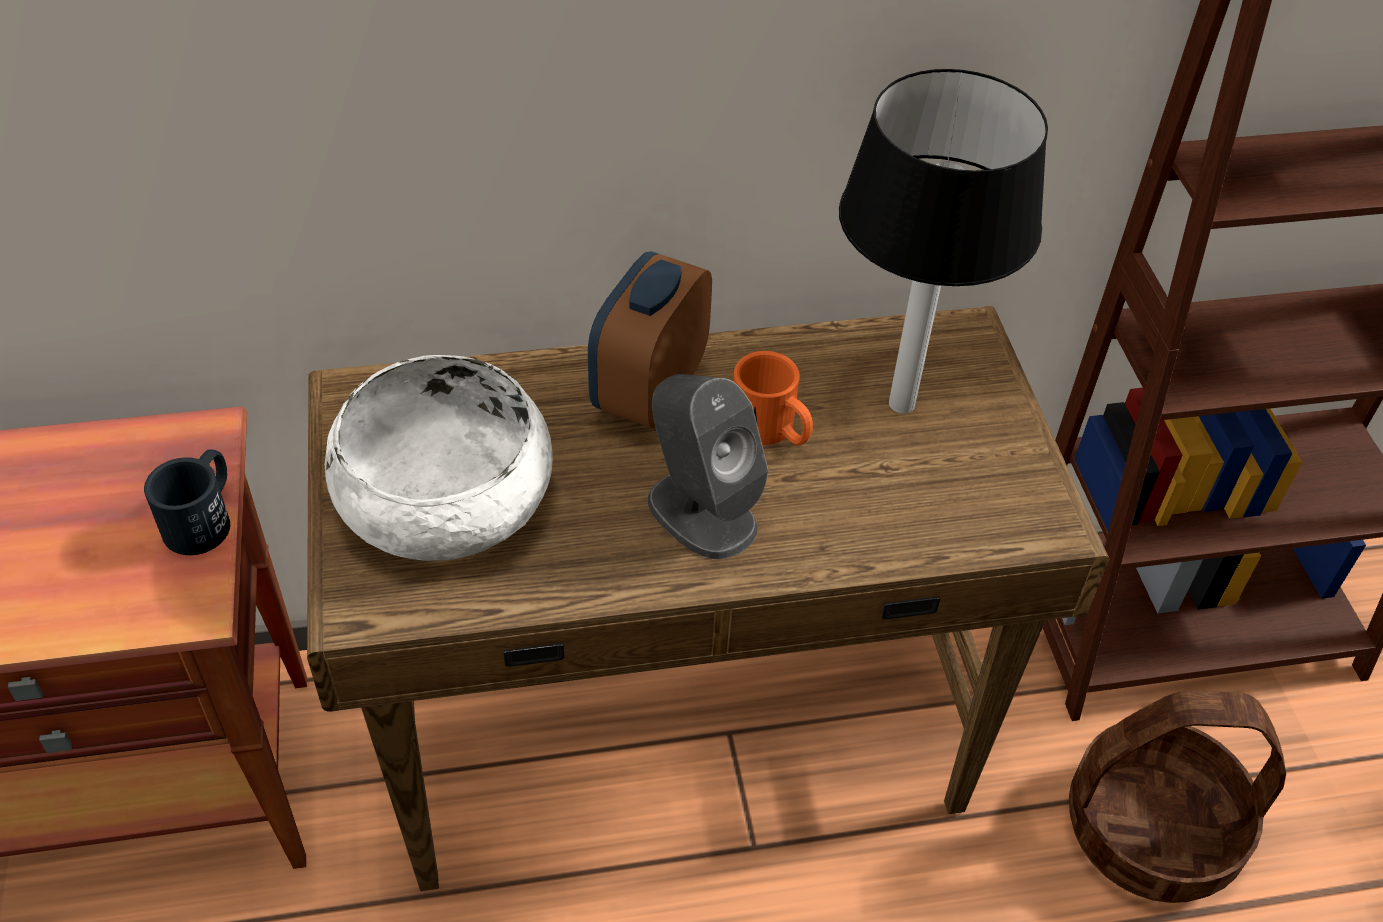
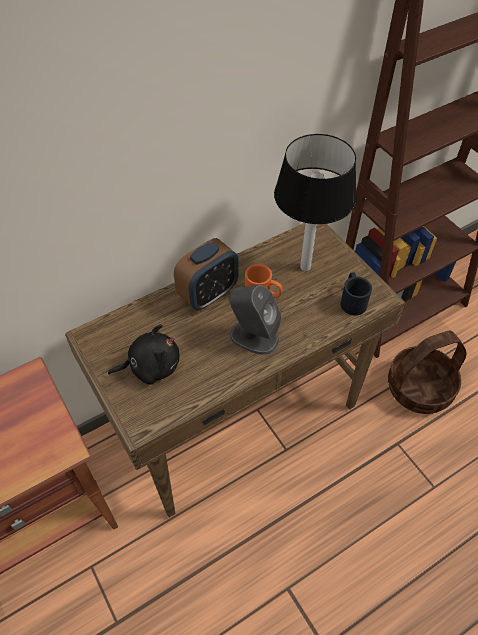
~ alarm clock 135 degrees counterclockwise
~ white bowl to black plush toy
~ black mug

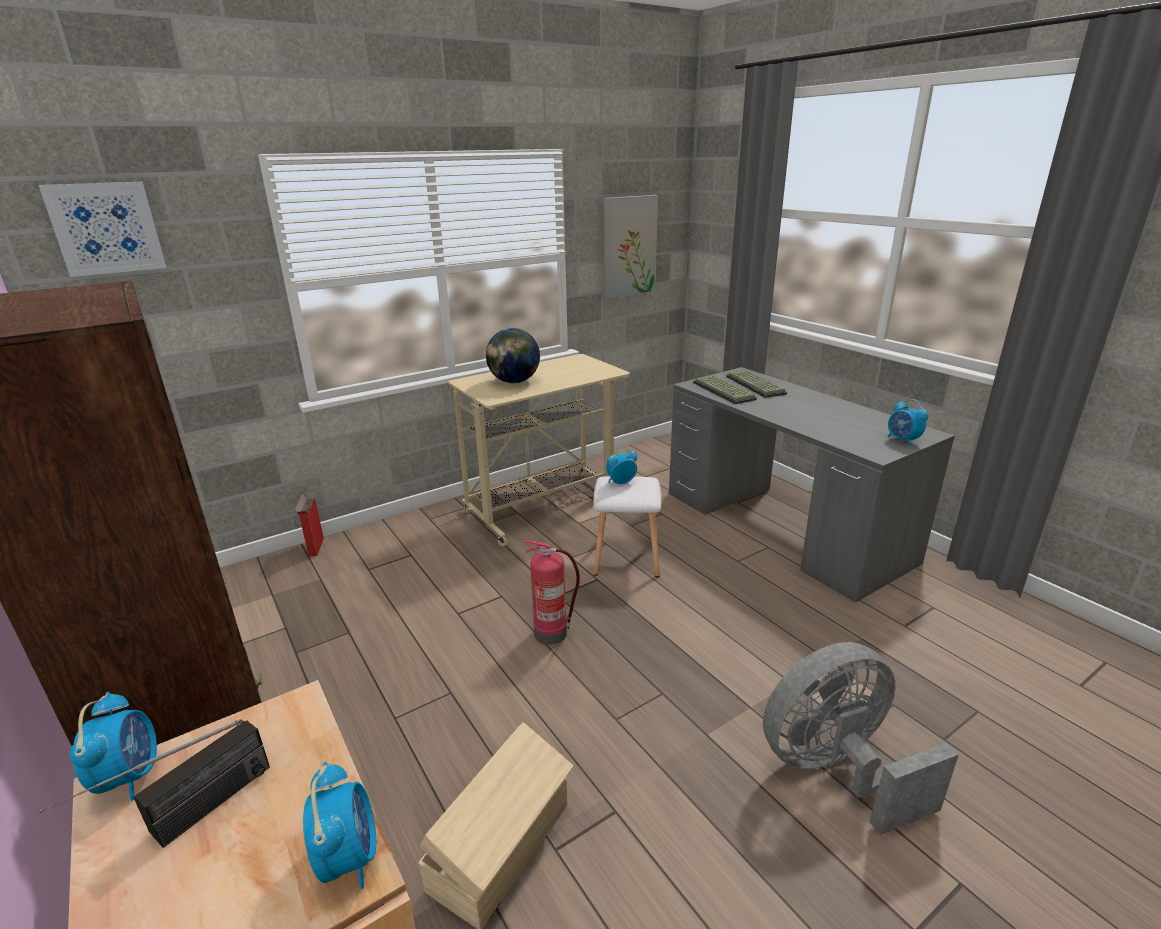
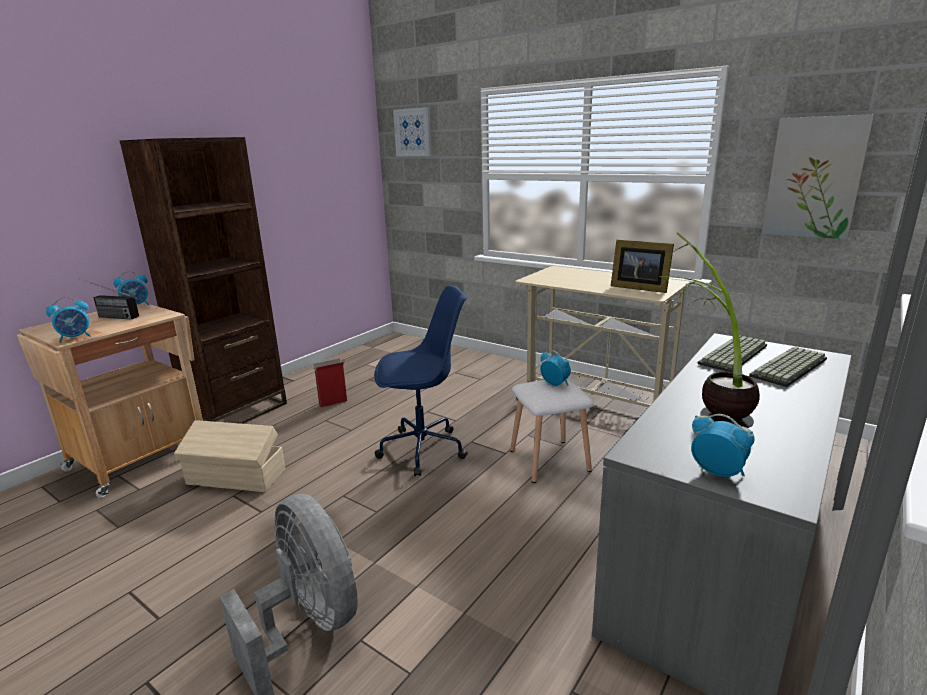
- globe
~ alarm clock (no. 4 from left) 90 degrees clockwise
~ cardboard box
~ fire extinguisher to blue office chair
+ potted plant
+ picture frame

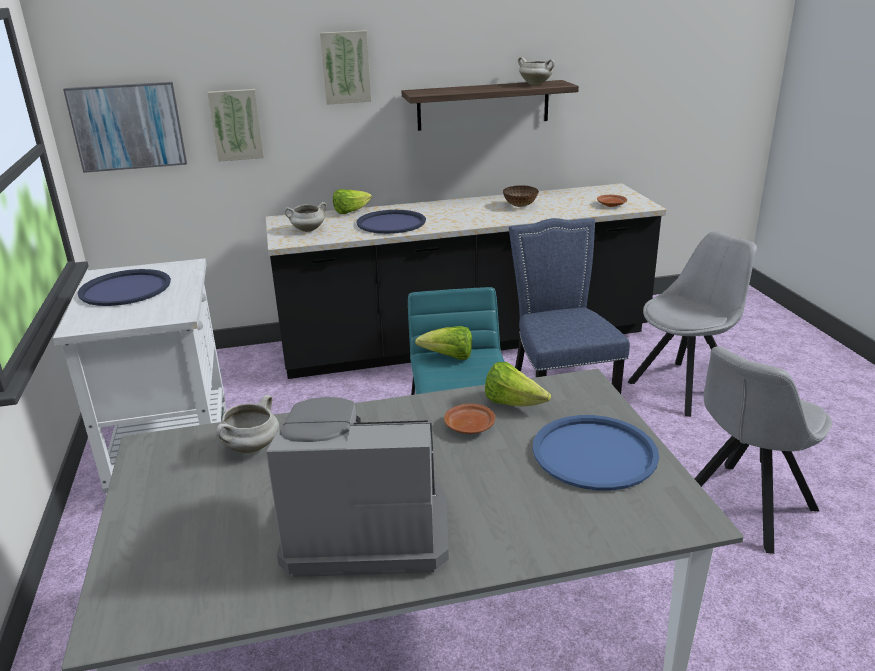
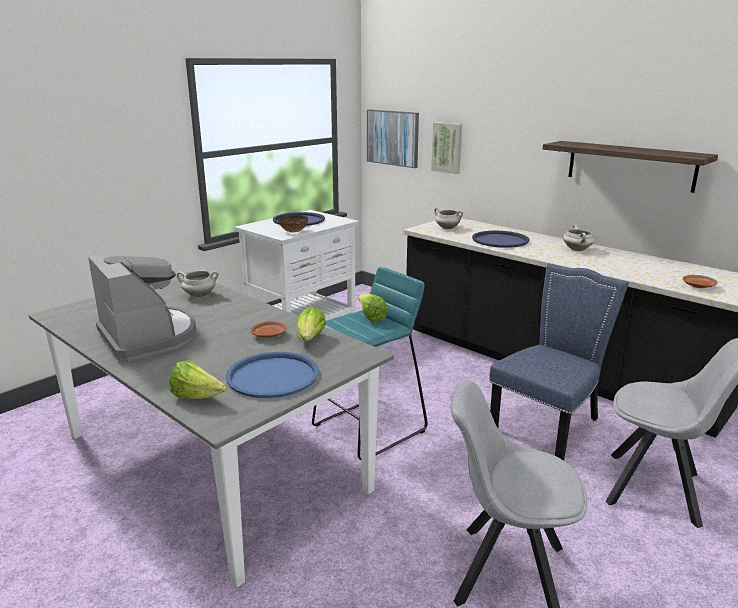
- picture (no. 3 from left)
~ white cooking pot (no. 3 from left)
~ bowl
~ lettuce (no. 1 from left)

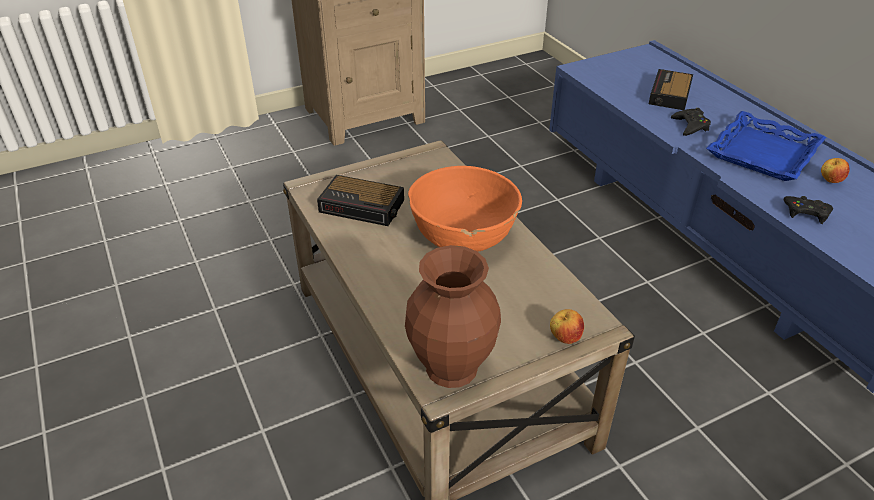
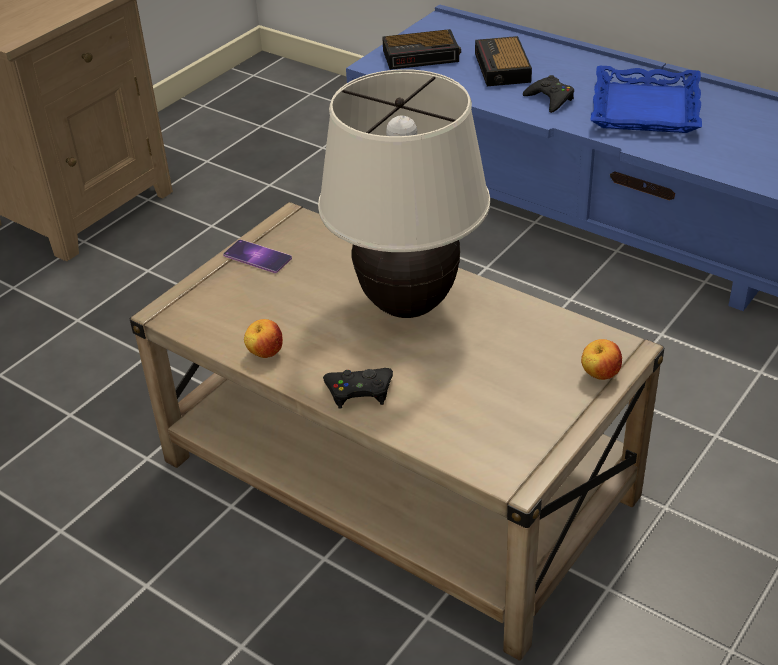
~ apple (no. 2 from left in the first image) to apple (no. 1 from left)
~ orange bowl to beige table lamp
~ alarm clock (no. 1 from left)
~ black game controller (no. 2 from left in the first image) to black game controller (no. 1 from left)
- brown vase
+ phone

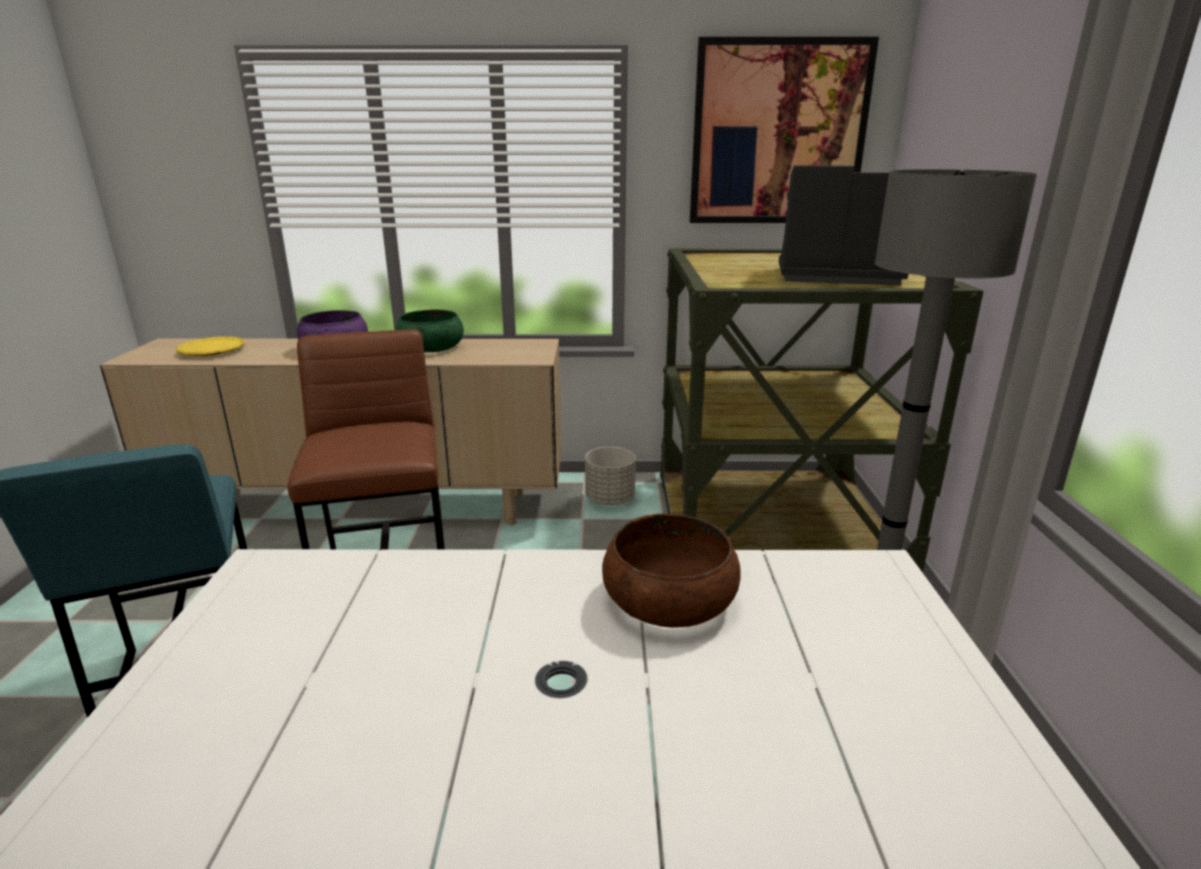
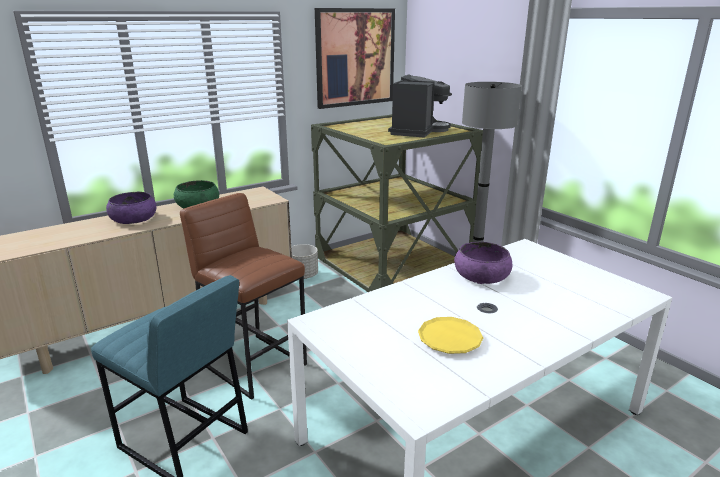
~ coffee machine 135 degrees clockwise
~ yellow plate
~ brown bowl to purple bowl (no. 2 from left)

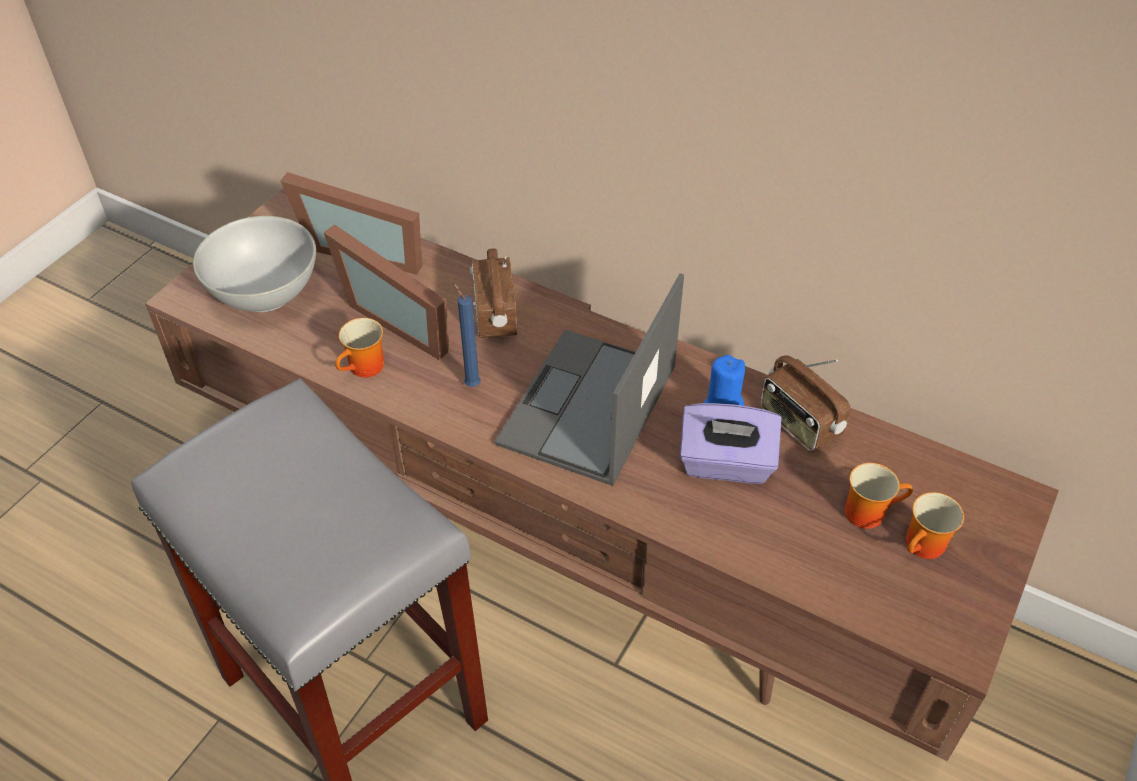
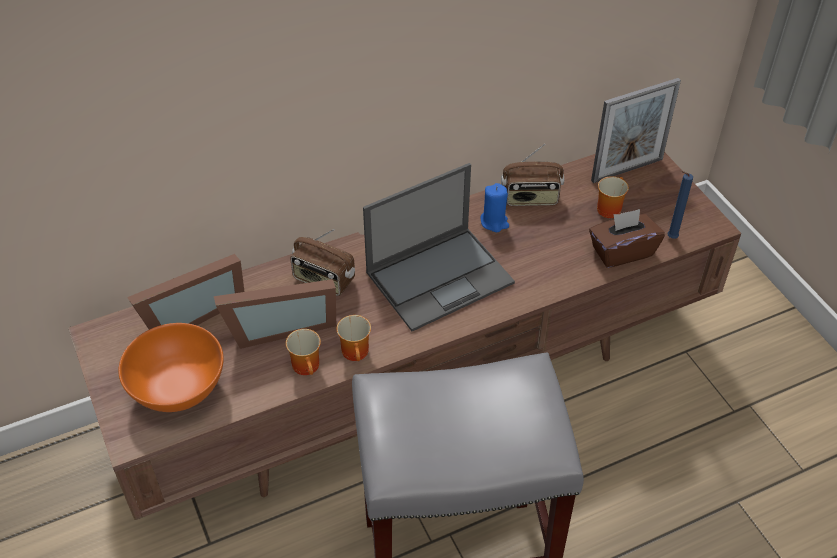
~ white bowl to orange bowl
~ laptop 90 degrees counterclockwise
~ blue candle (no. 1 from left in the first image) to blue candle (no. 2 from left)
- purple tissue box
~ mug (no. 3 from left in the first image) to mug (no. 2 from left)
+ picture frame (no. 3 from left)
+ brown tissue box

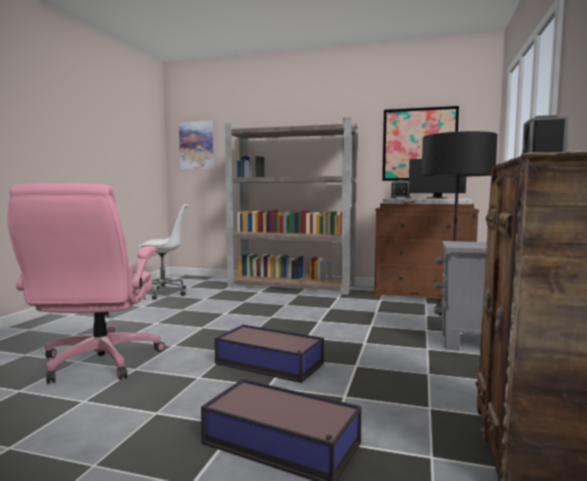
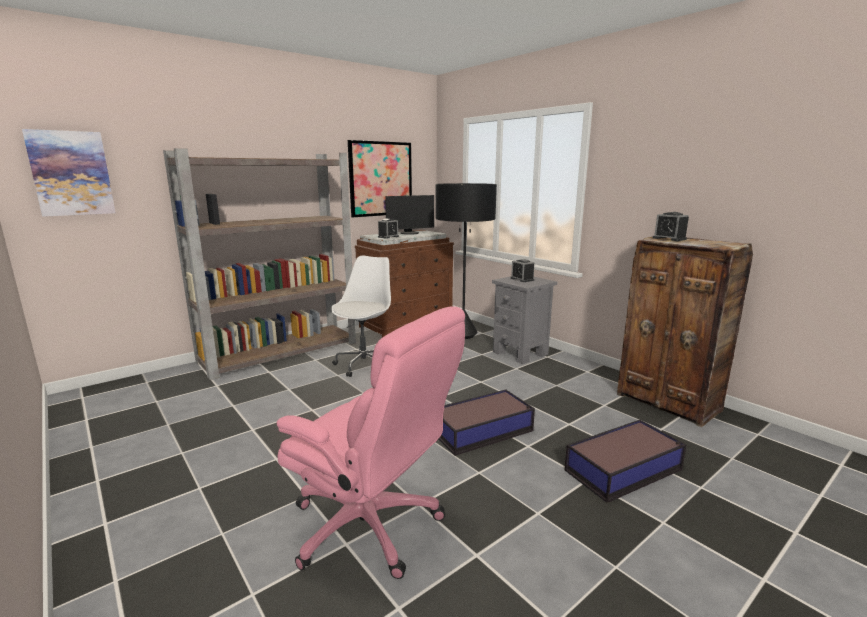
~ white office chair
+ alarm clock (no. 2 from left)

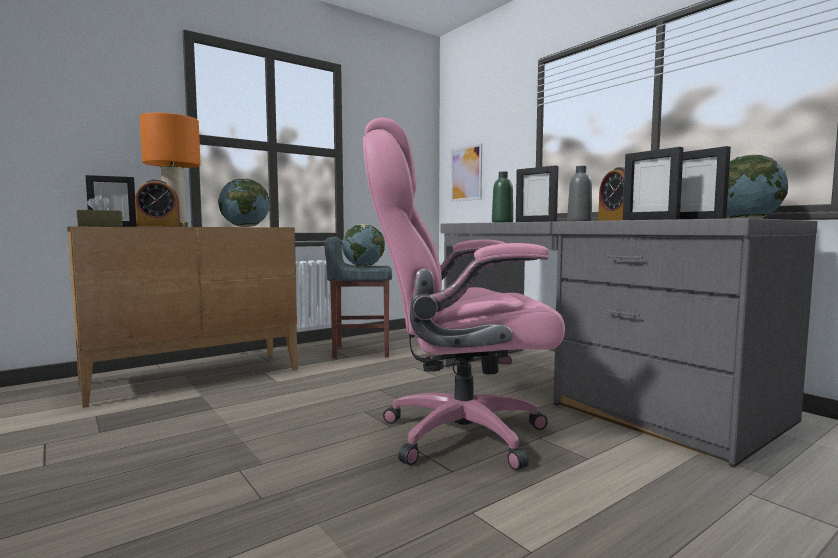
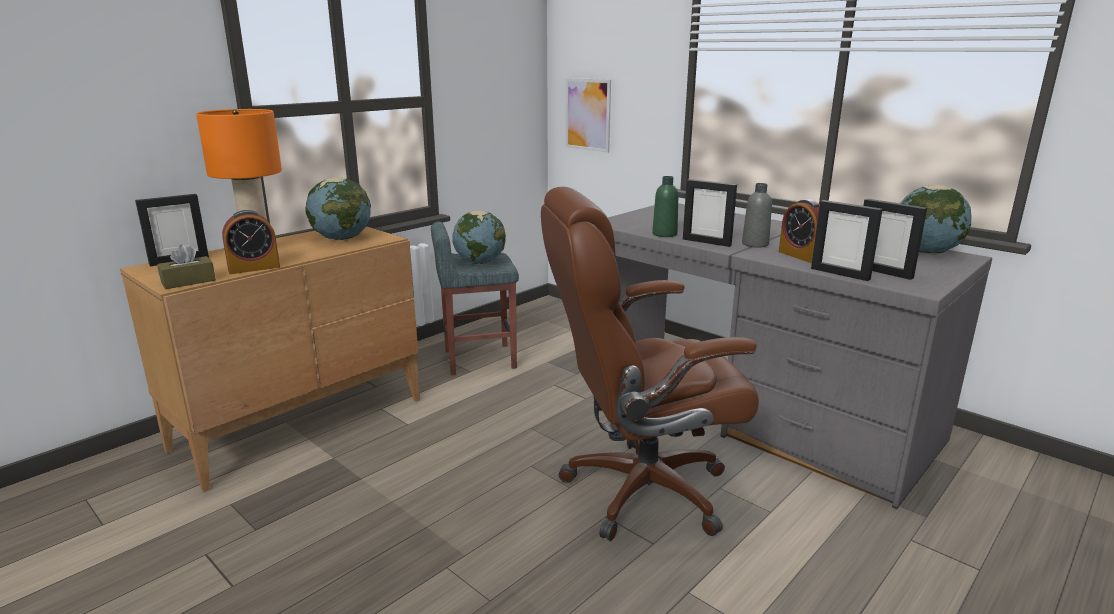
~ pink office chair to brown office chair

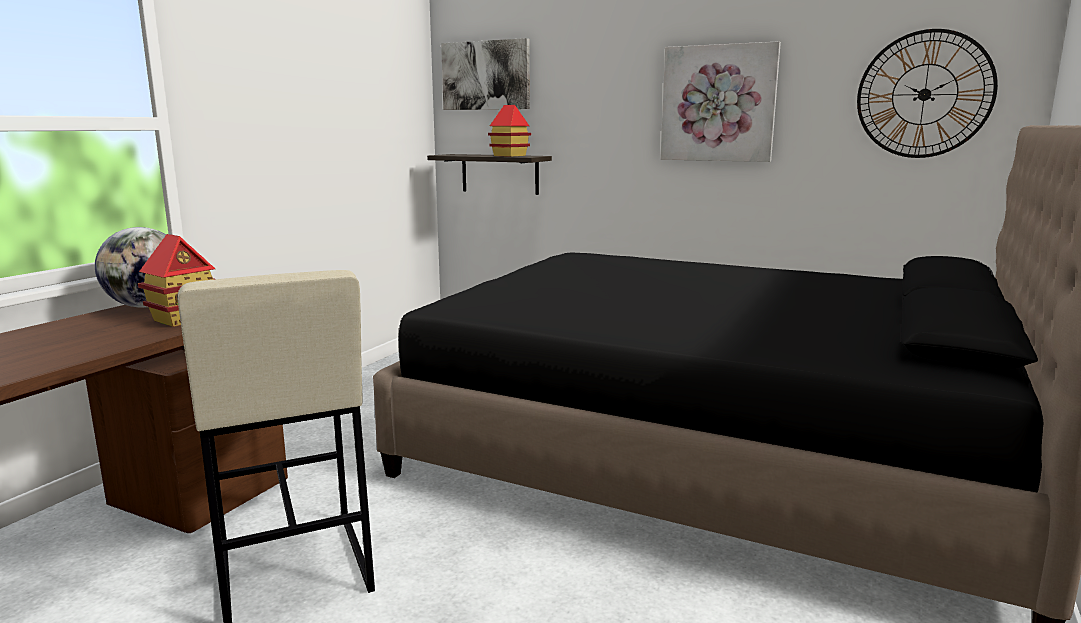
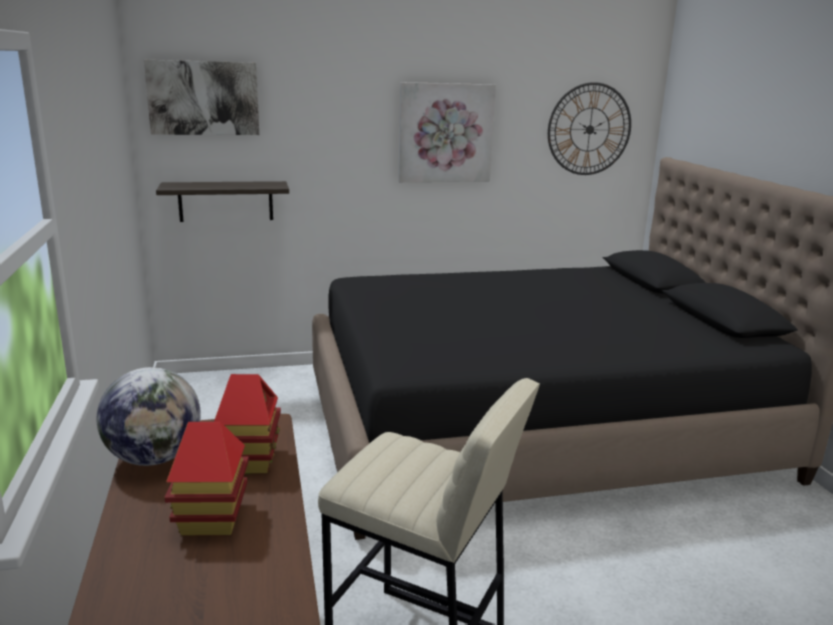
~ toy house (no. 2 from left in the first image) to toy house (no. 1 from left)

